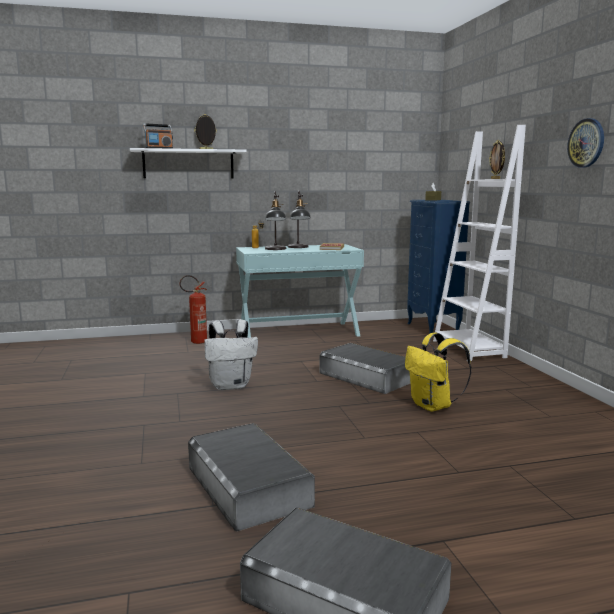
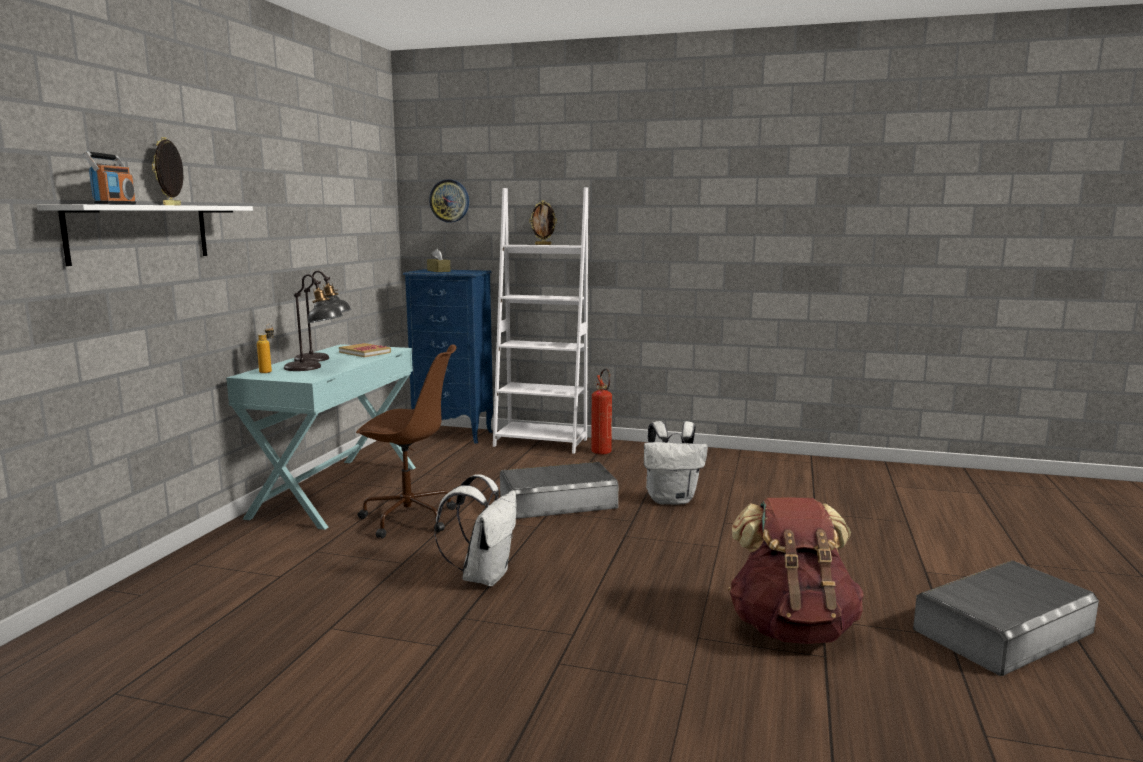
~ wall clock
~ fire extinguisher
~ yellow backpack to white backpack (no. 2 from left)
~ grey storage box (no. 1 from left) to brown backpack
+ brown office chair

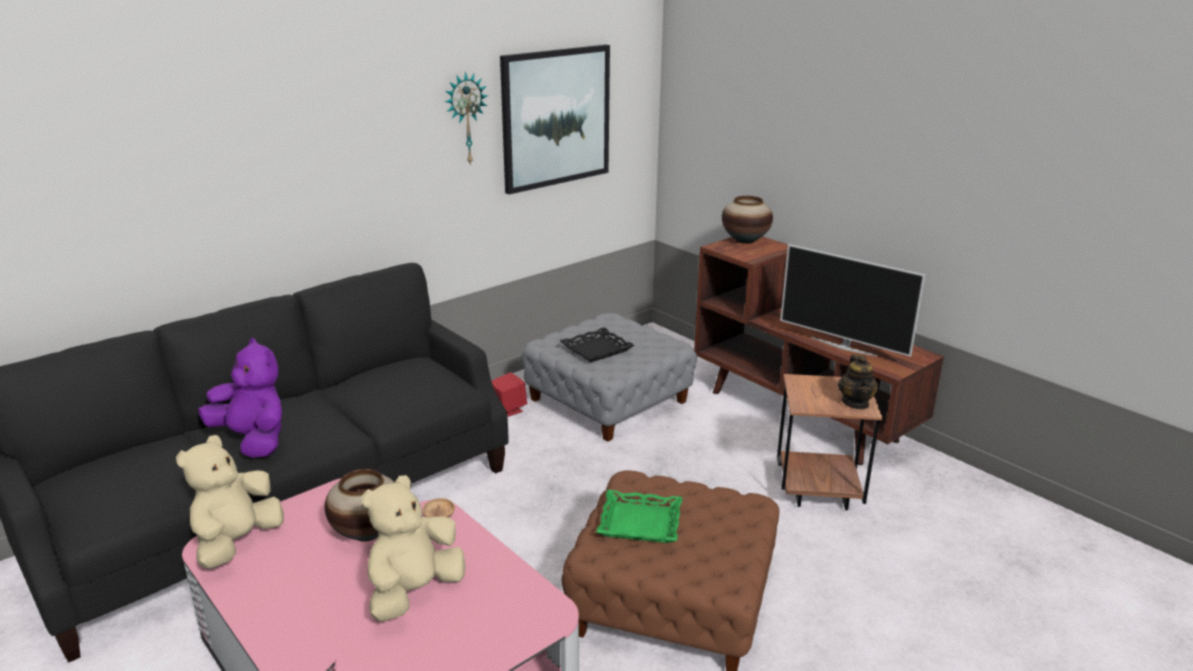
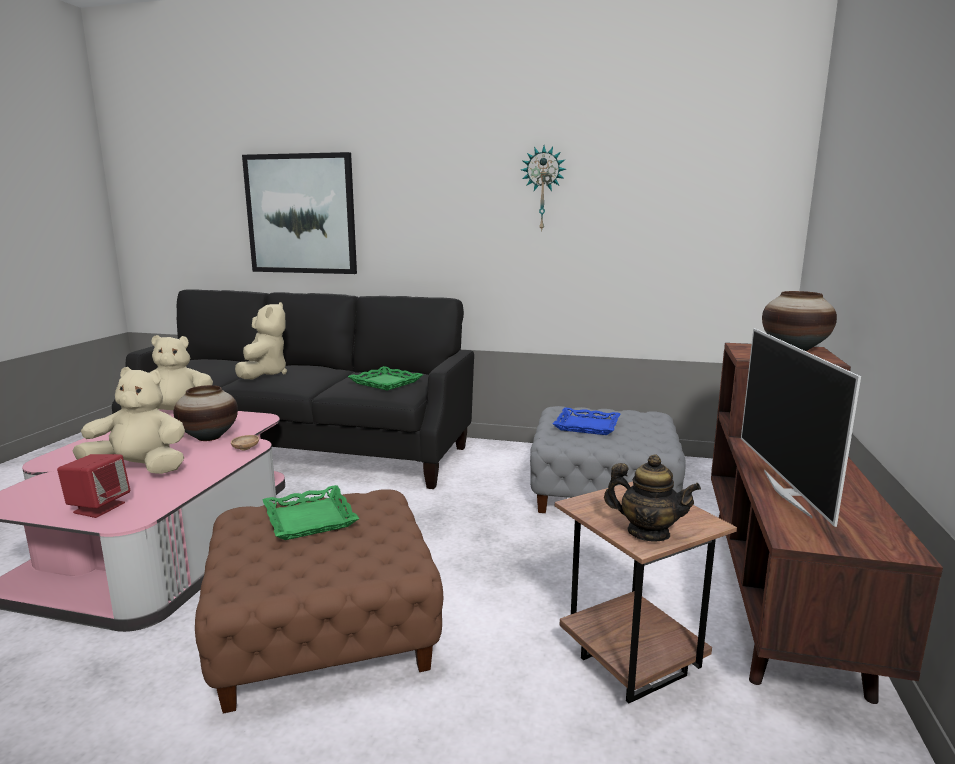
~ picture
~ black tray to blue tray
~ purple plush toy to beige plush toy (no. 3 from left)
~ teapot 120 degrees counterclockwise
~ red speaker
+ green tray (no. 2 from left)

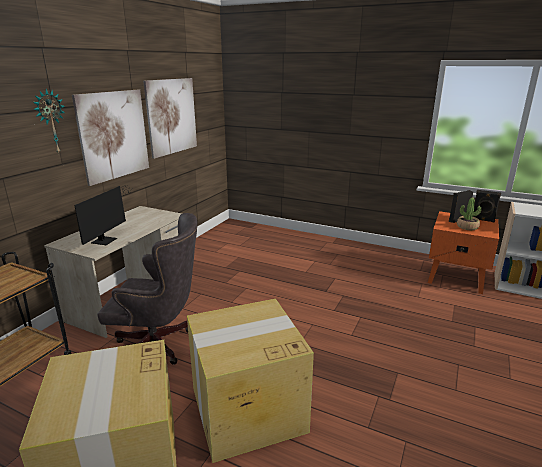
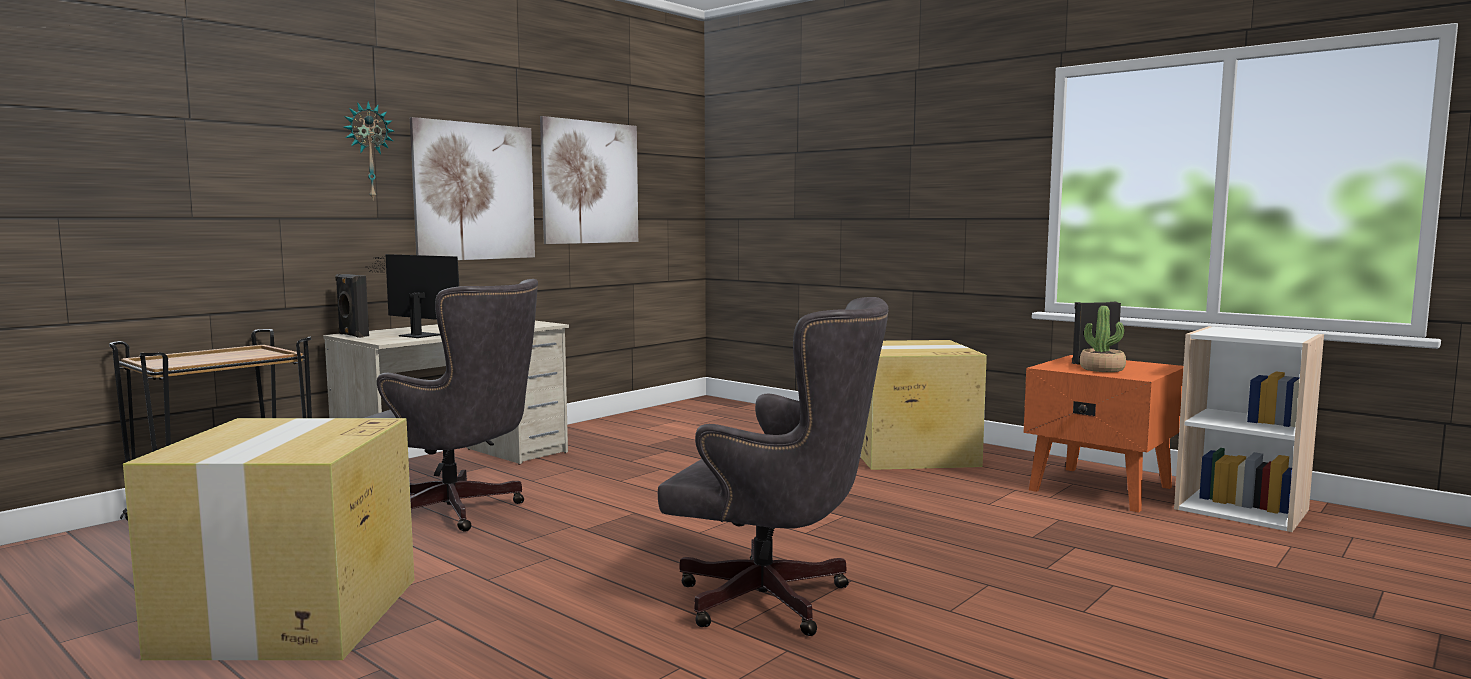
~ monitor 90 degrees counterclockwise
~ black speaker (no. 2 from left in the first image) to black speaker (no. 1 from left)
~ cardboard box (no. 2 from left)
+ grey office chair (no. 2 from left)

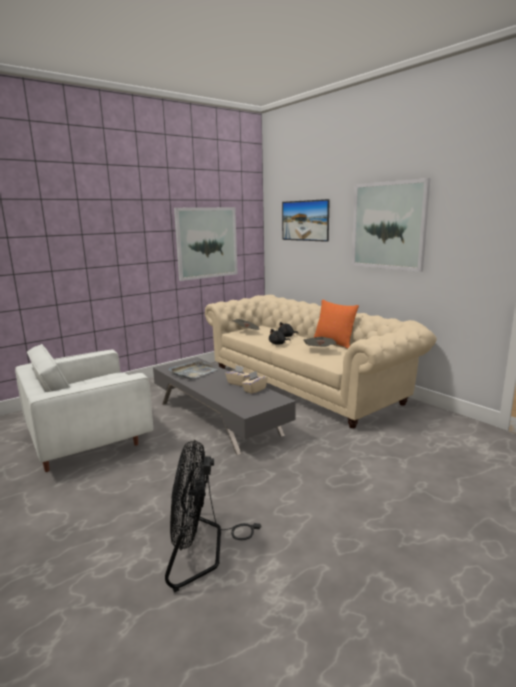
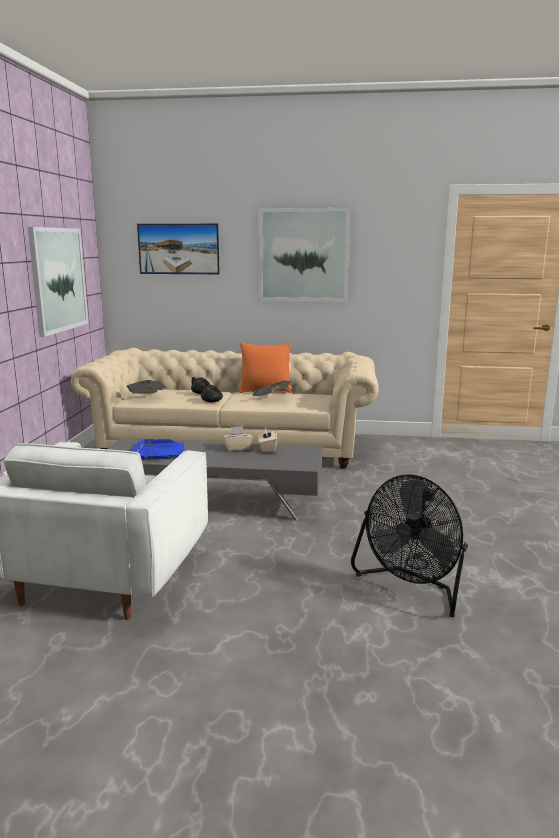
~ grey tray to blue tray

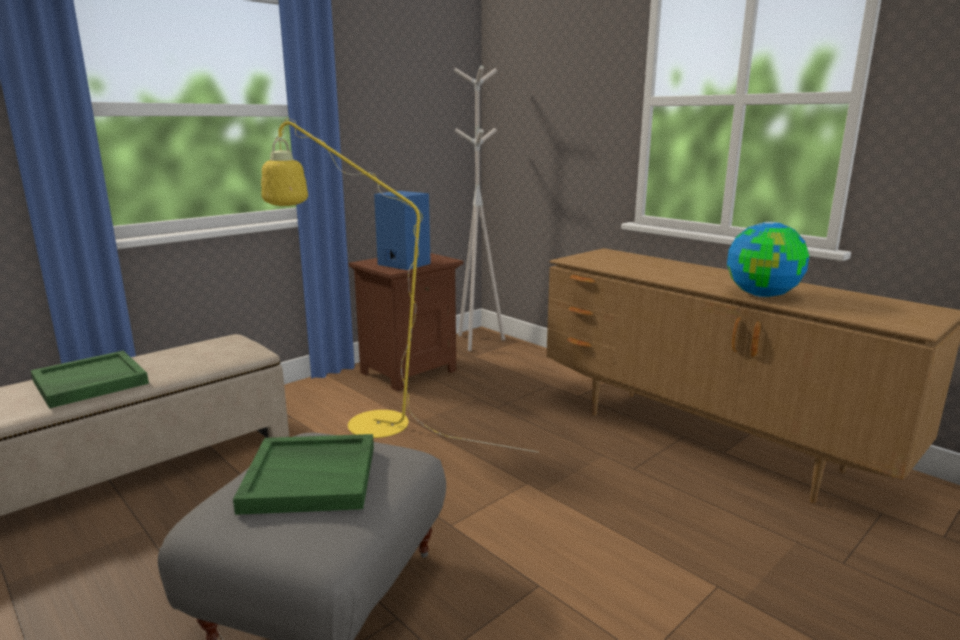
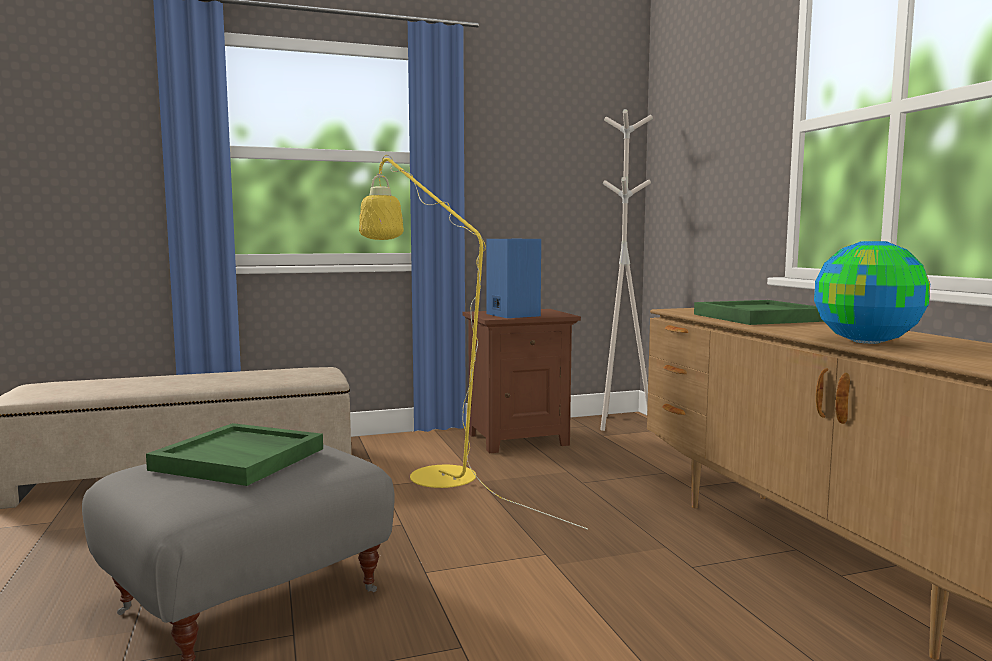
~ green tray (no. 1 from left in the first image) to green tray (no. 2 from left)

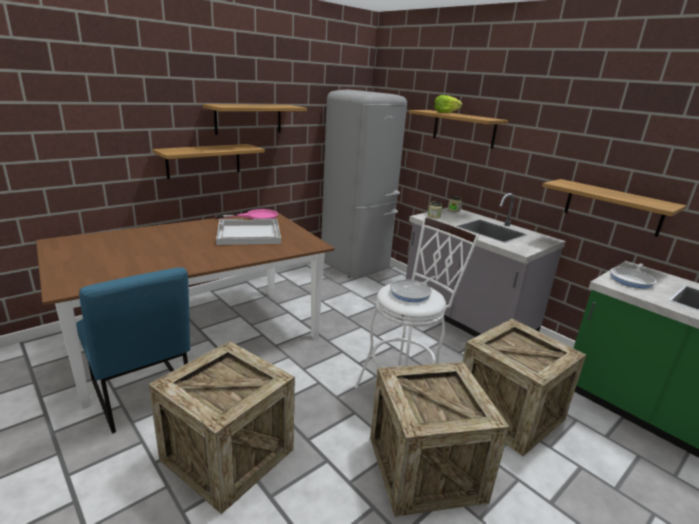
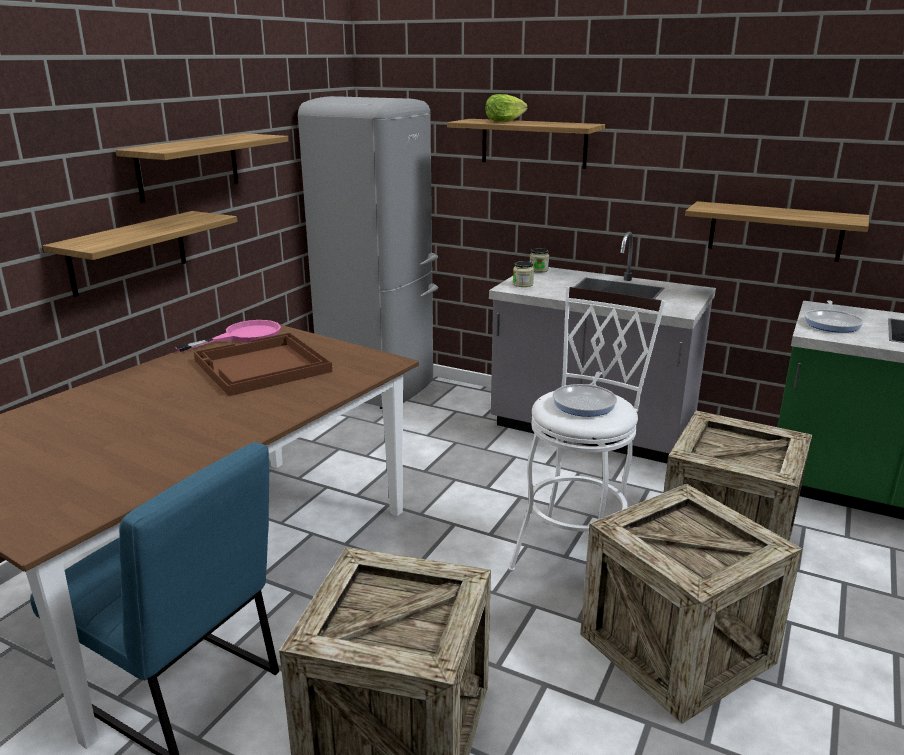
~ white tray to brown tray

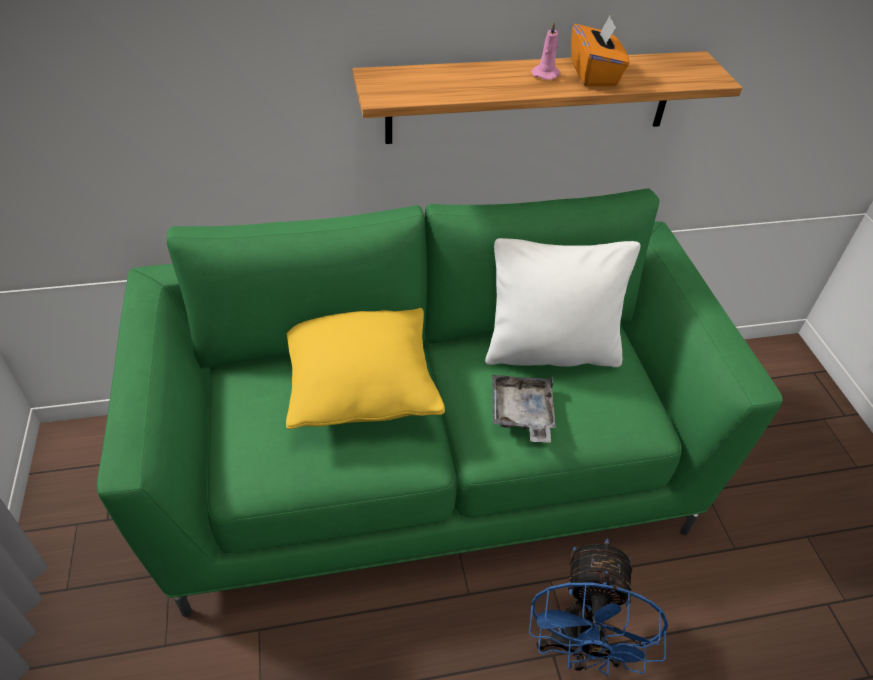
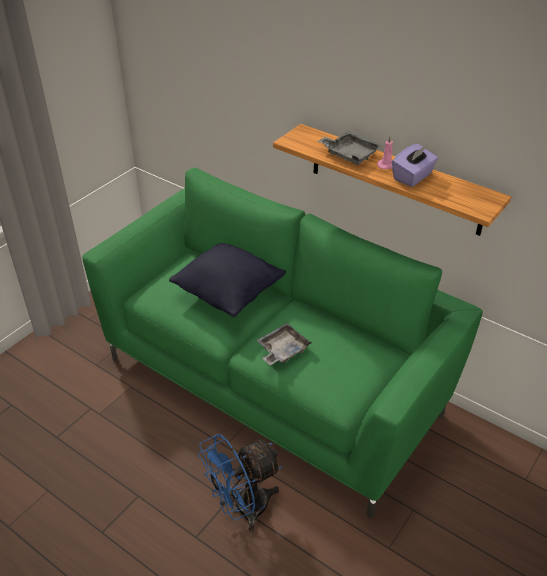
~ orange tissue box to purple tissue box
- white pillow
~ yellow pillow to black pillow
+ grey tray (no. 2 from left)

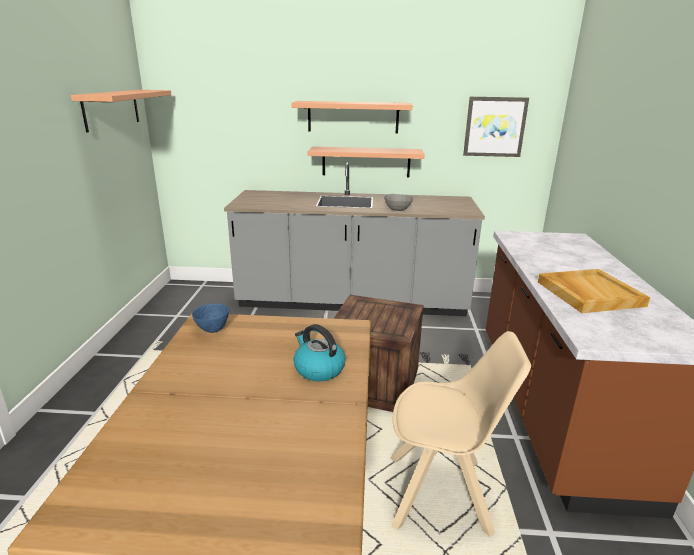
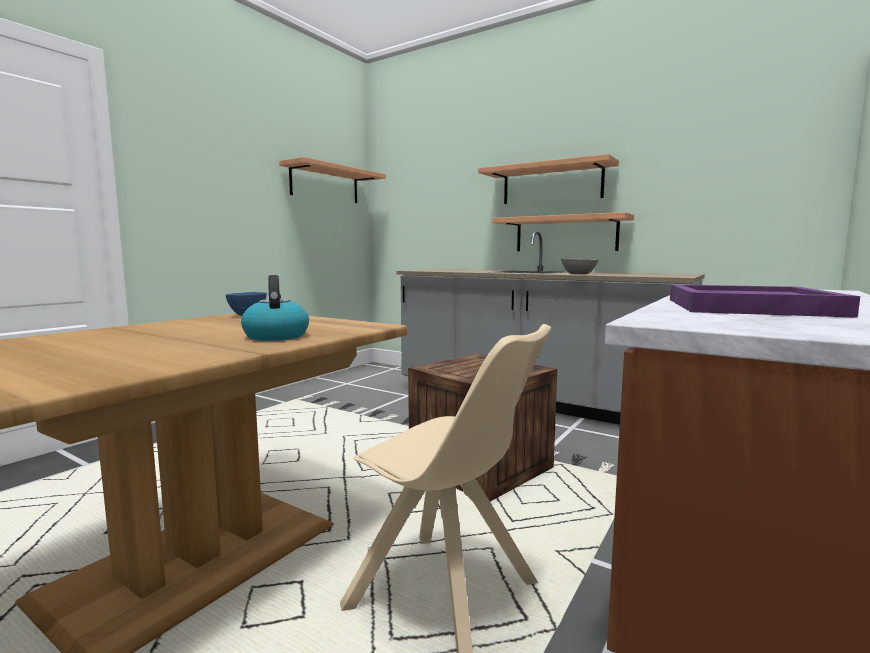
- picture
~ beige tray to purple tray

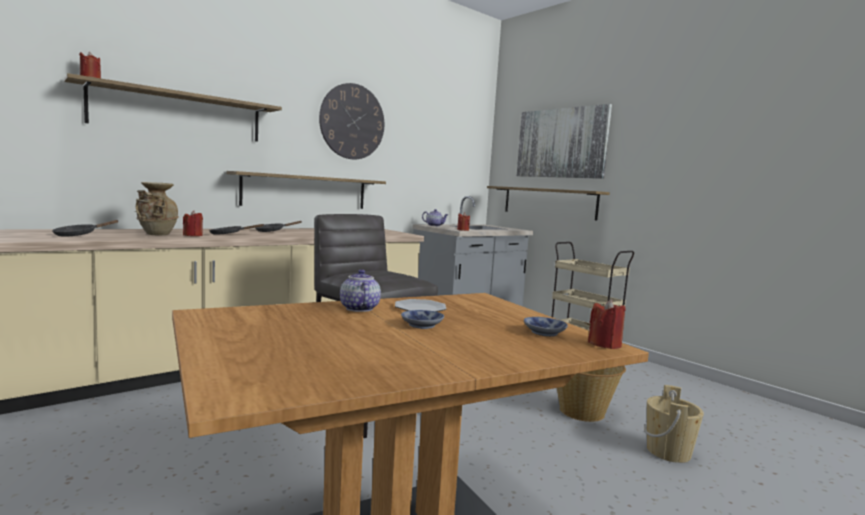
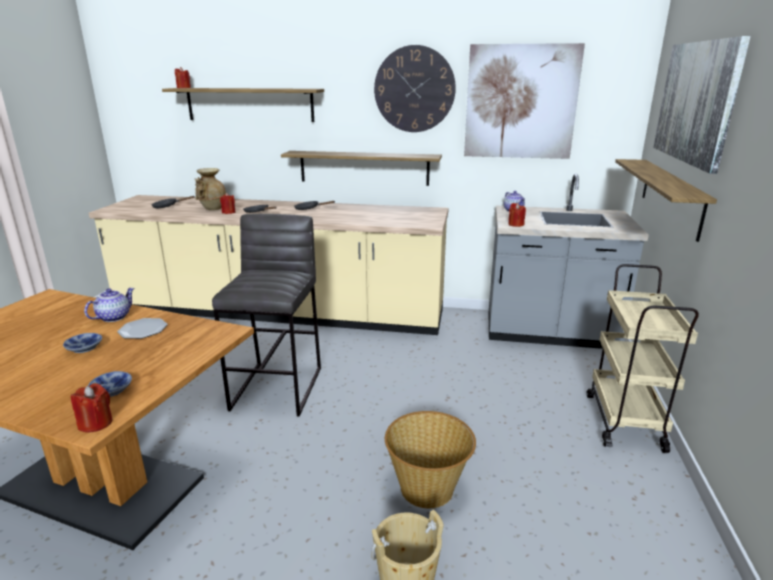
+ picture (no. 1 from left)

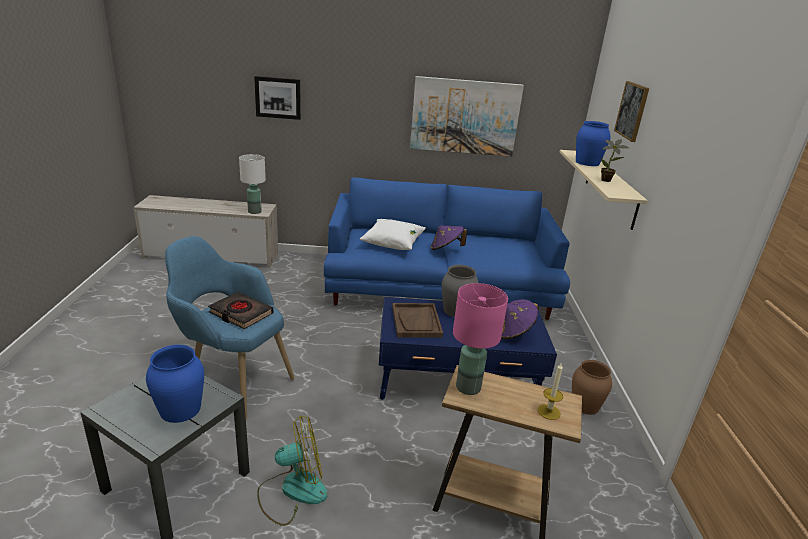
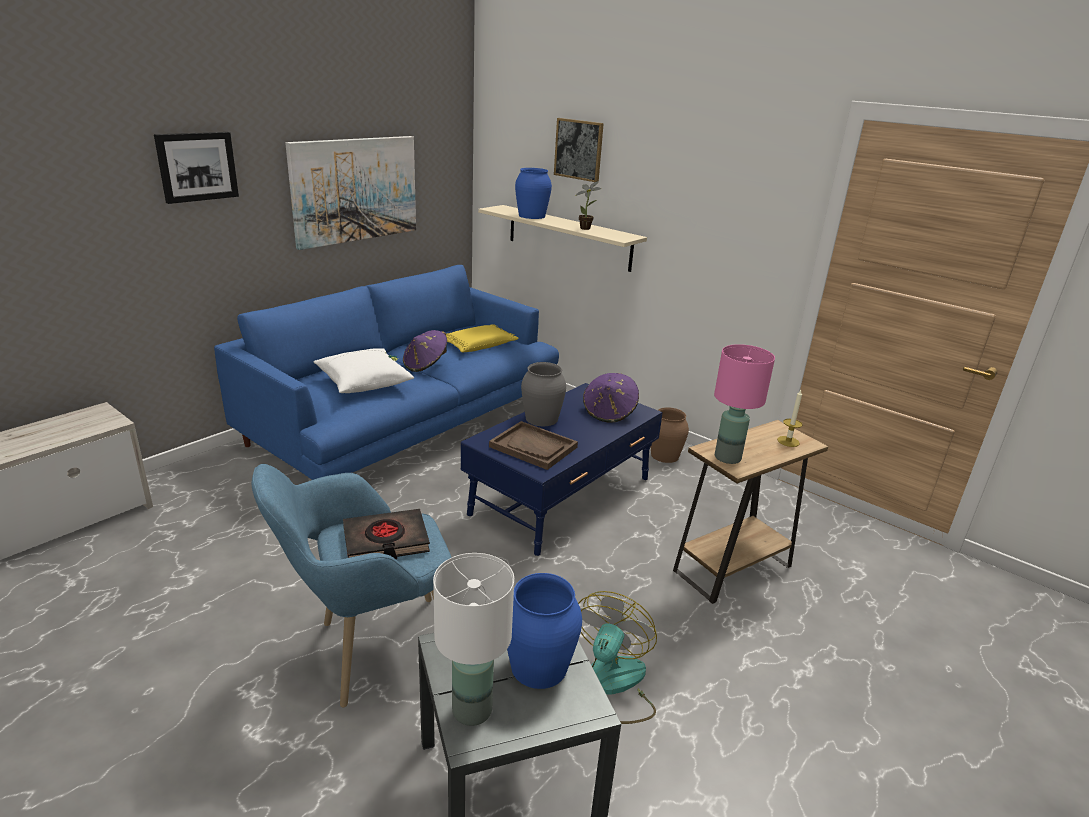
~ picture (no. 1 from left)
~ white table lamp
+ yellow pillow

